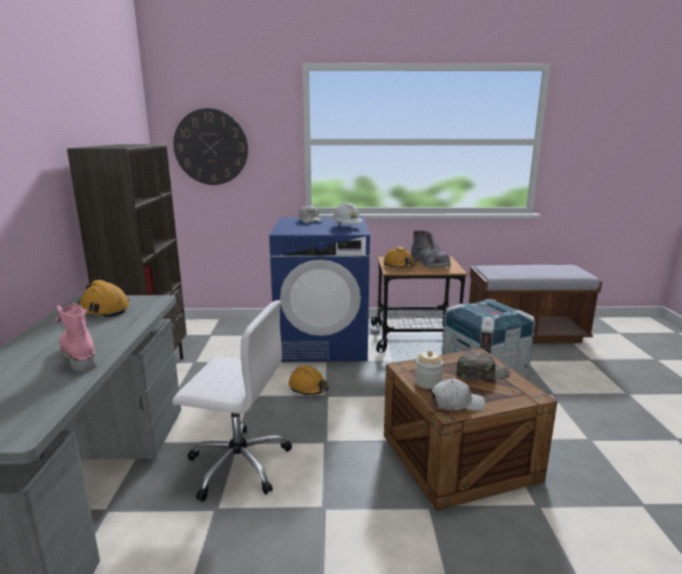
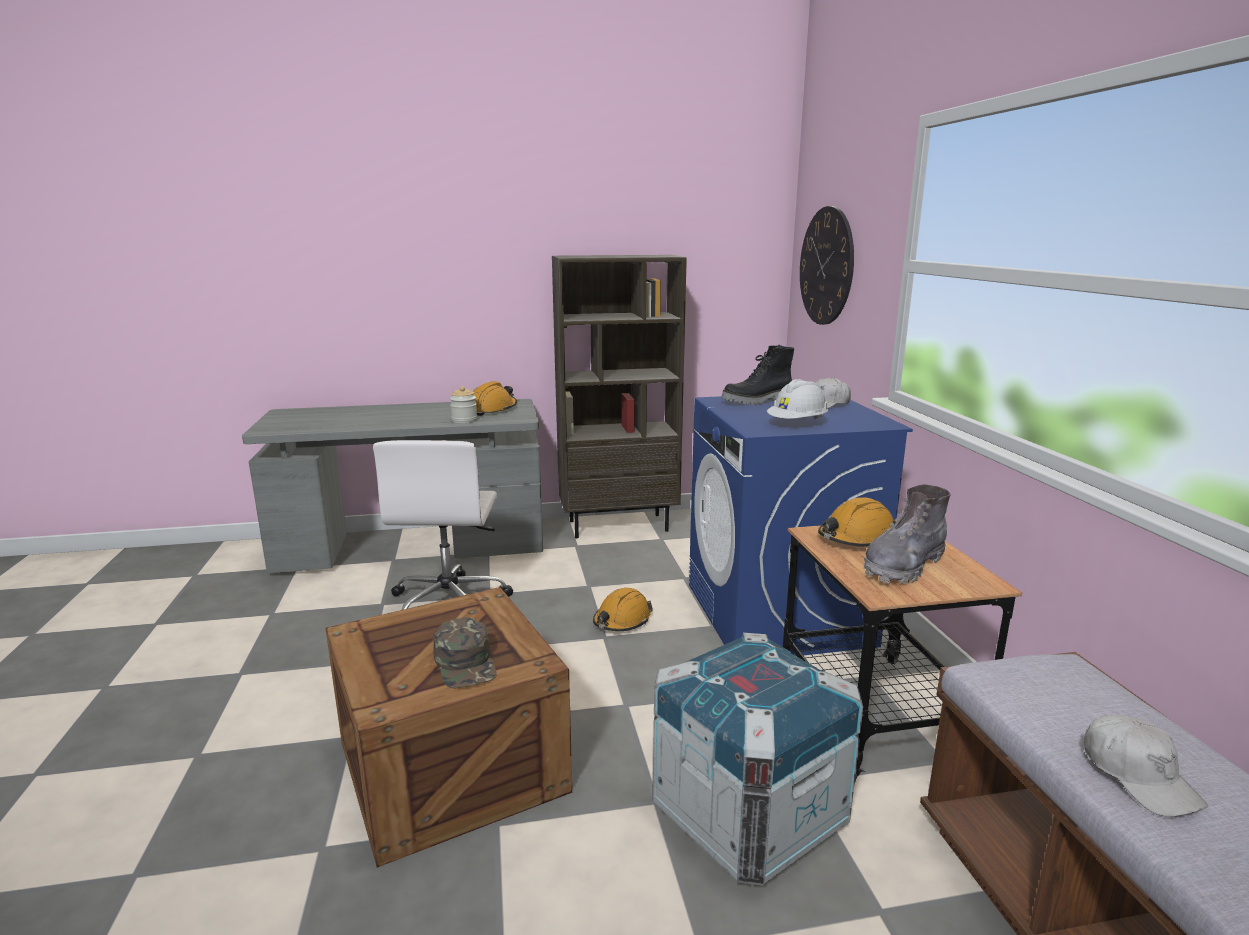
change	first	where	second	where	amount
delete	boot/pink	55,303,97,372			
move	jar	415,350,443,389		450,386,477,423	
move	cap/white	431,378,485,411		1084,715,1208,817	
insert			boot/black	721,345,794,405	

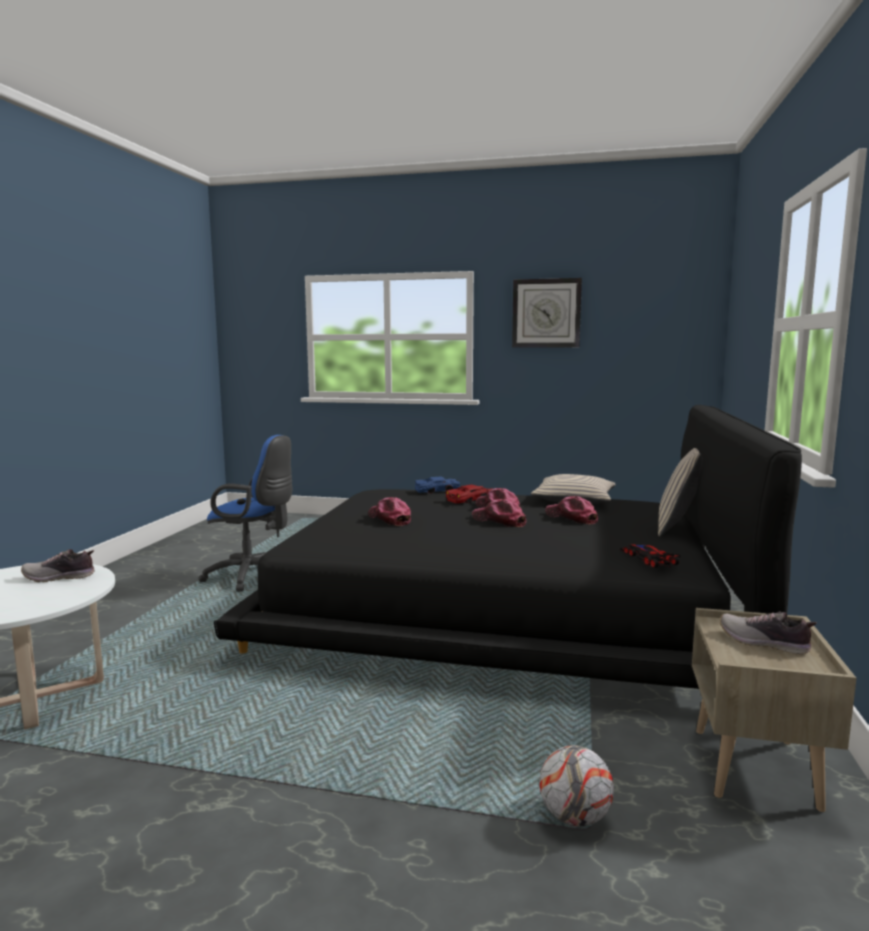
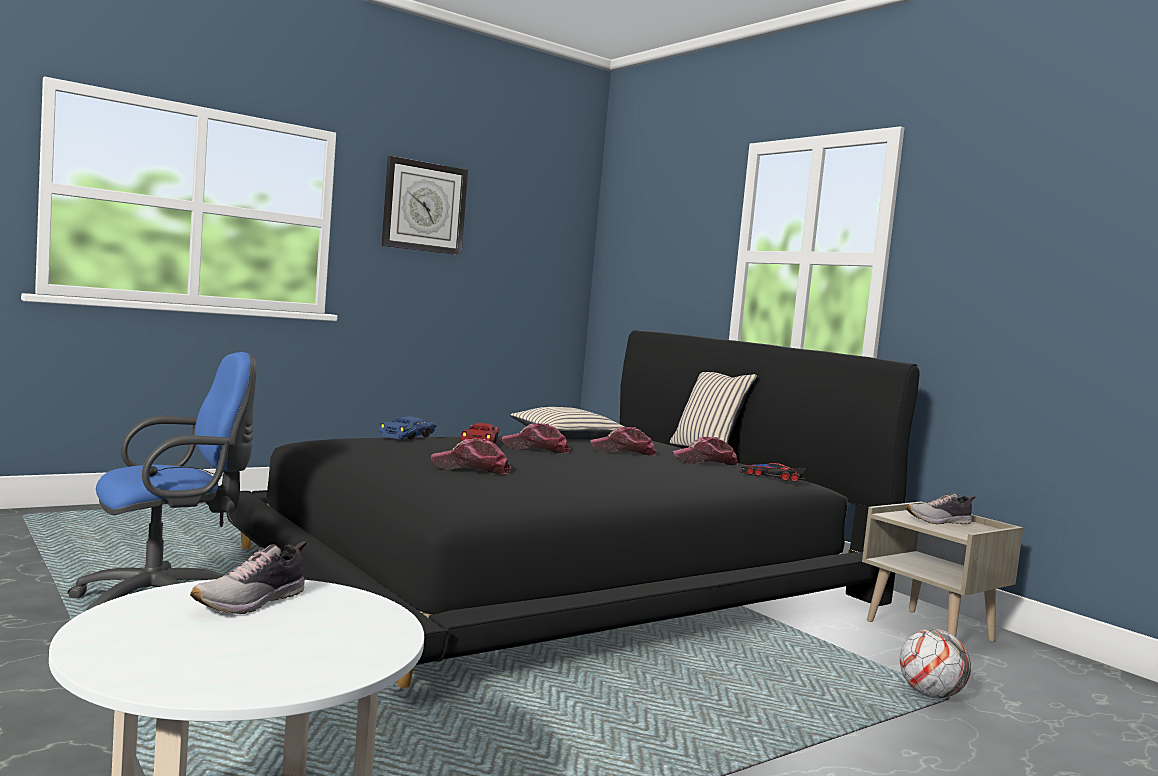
change	first	where	second	where	amount
move	cap	472,499,526,527		672,437,738,466	

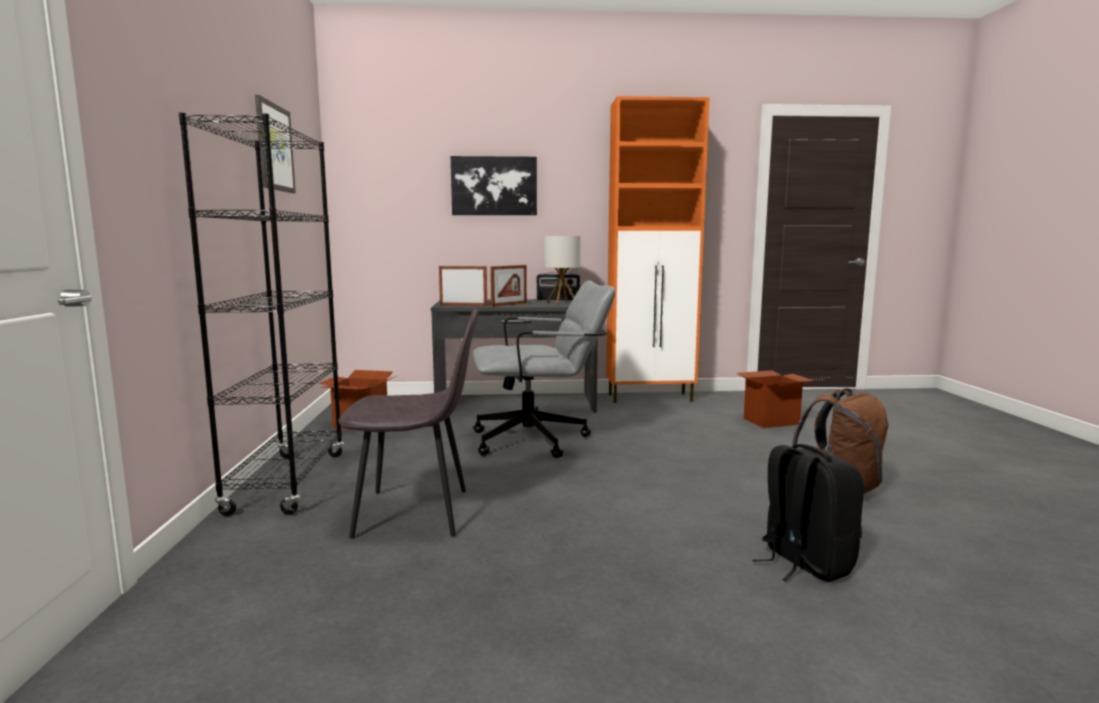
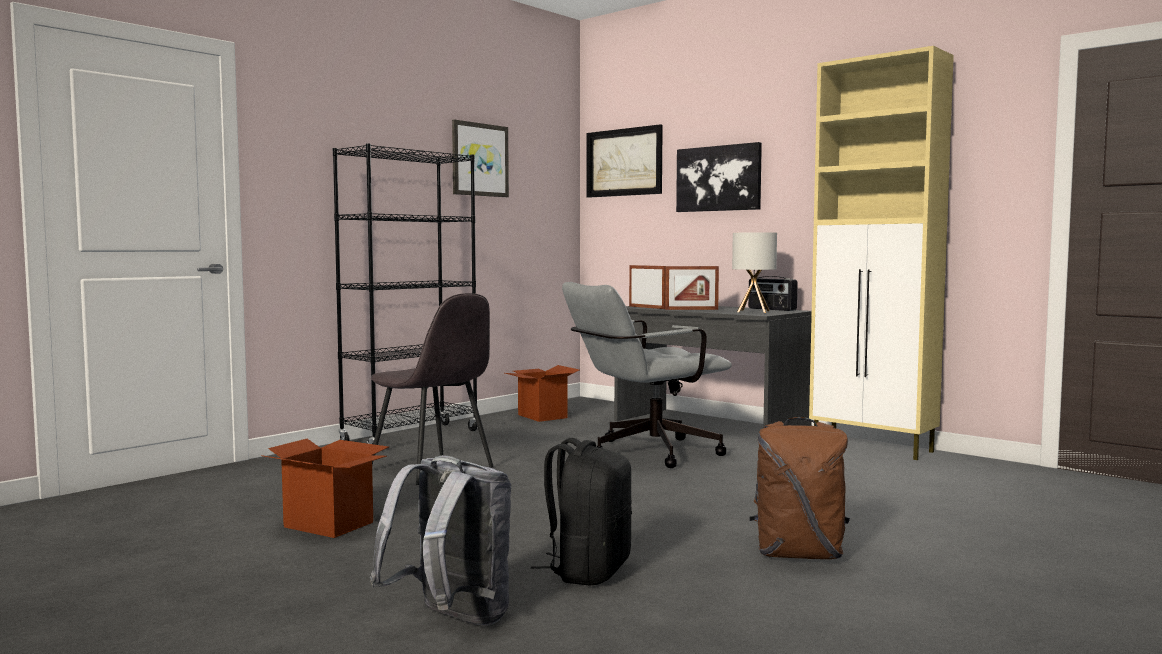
change	first	where	second	where	amount
recolor	cabinet/orange	606,96,710,403	cabinet/beige	809,46,954,460	
rotate	office chair/grey	473,280,615,458		562,282,732,468	120 degrees clockwise
move	cardboard box	736,370,814,428		261,439,389,538	
insert			picture	586,124,663,198	
insert			backpack/grey	370,455,511,625	

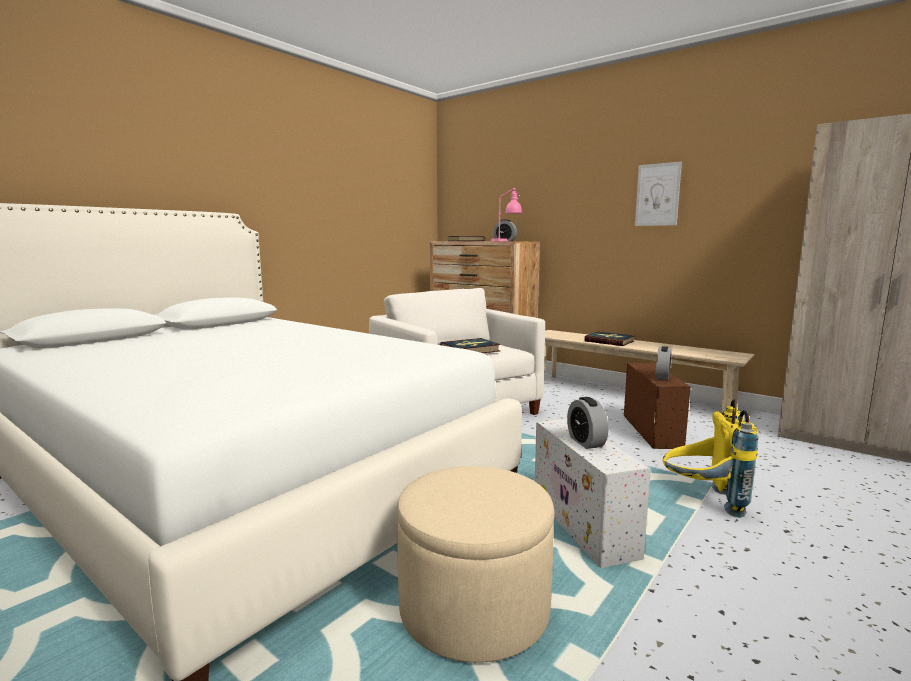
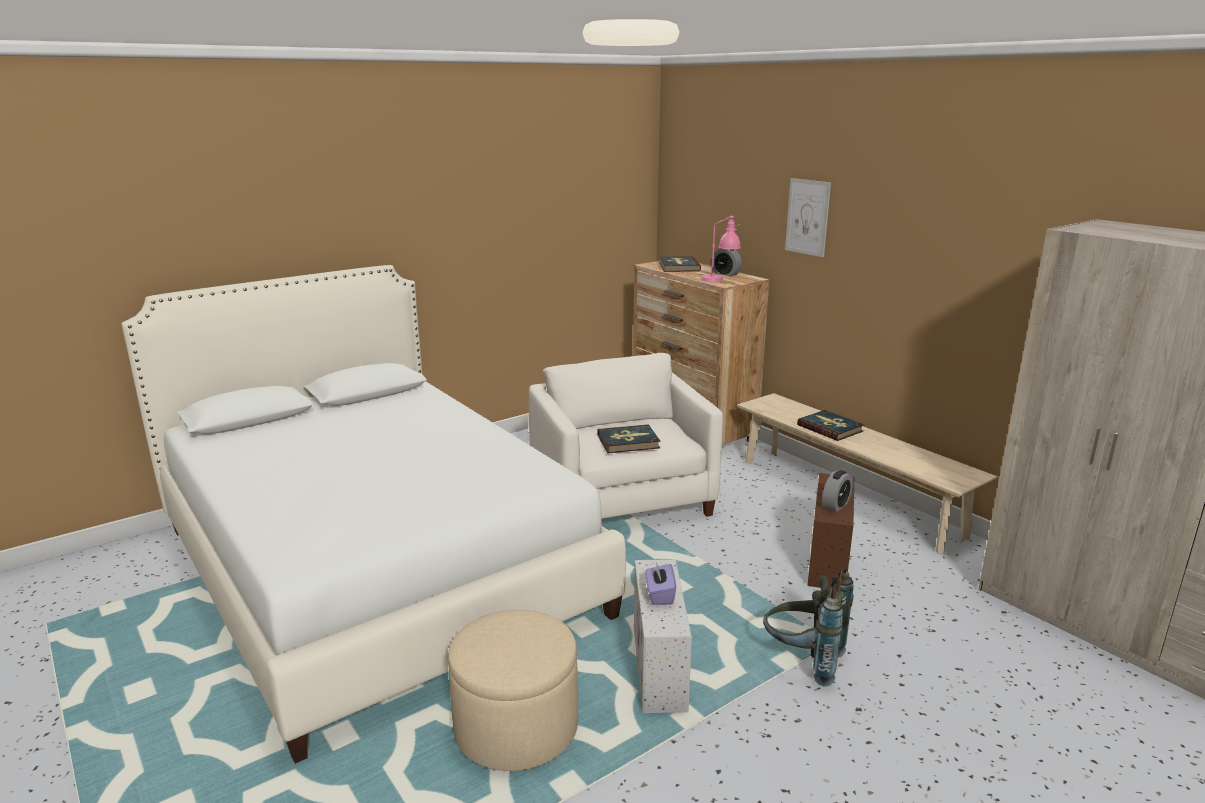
change	first	where	second	where	amount
move	picture	635,162,682,226		785,178,831,257	
replace	alarm clock	567,397,608,449	tissue box/purple	646,562,676,605	
recolor	backpack/yellow	663,400,758,518	backpack/grey	763,566,854,687	

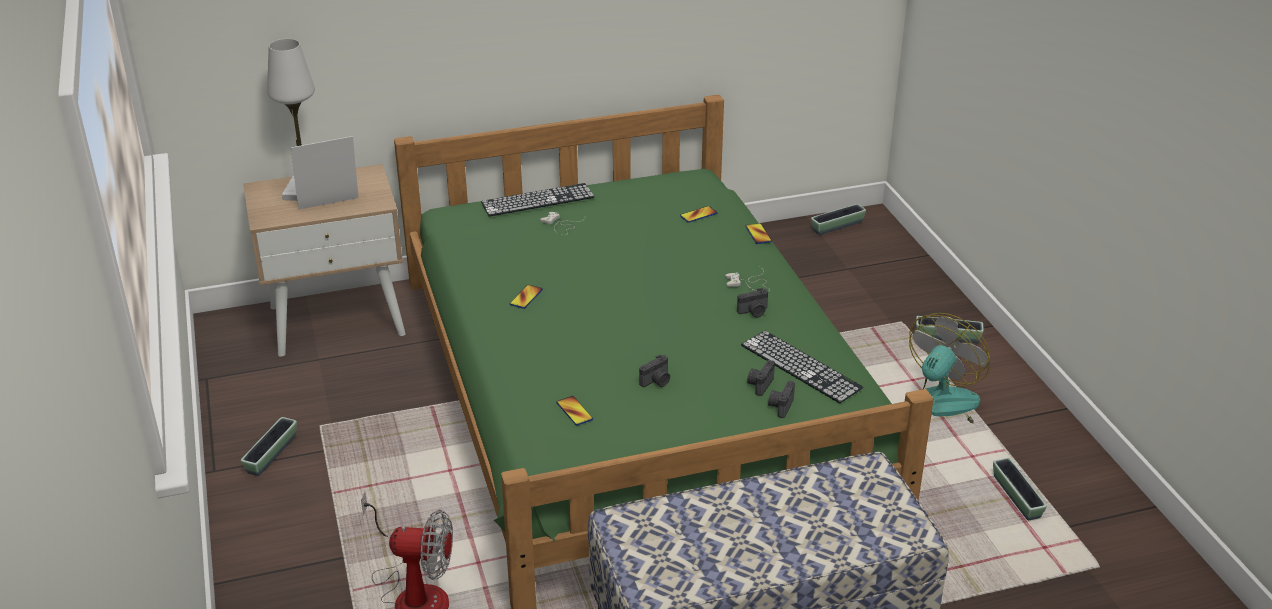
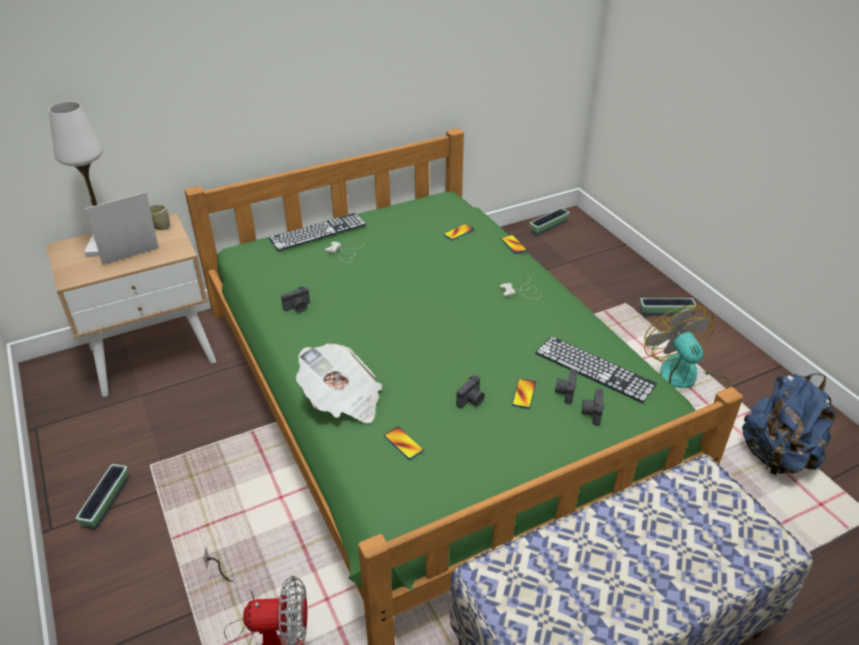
change	first	where	second	where	amount
move	phone	510,285,543,309		512,379,536,409	
move	photo camera	737,288,768,317		281,286,310,313	
rotate	fan	909,313,990,424		644,305,730,406	45 degrees counterclockwise
replace	planter	993,458,1047,520	backpack/blue	742,373,835,476	
insert			cup	150,205,170,230	
insert			newspaper	296,344,382,423	

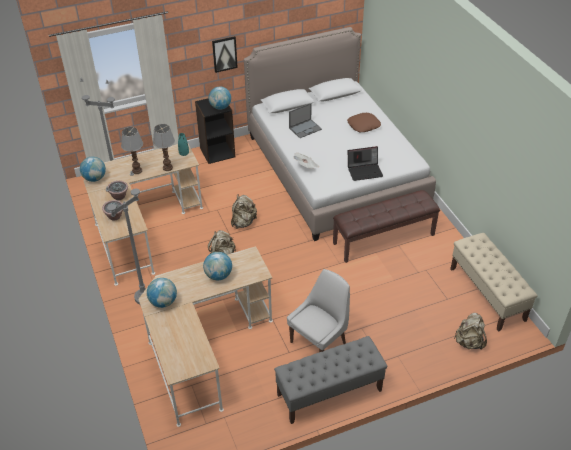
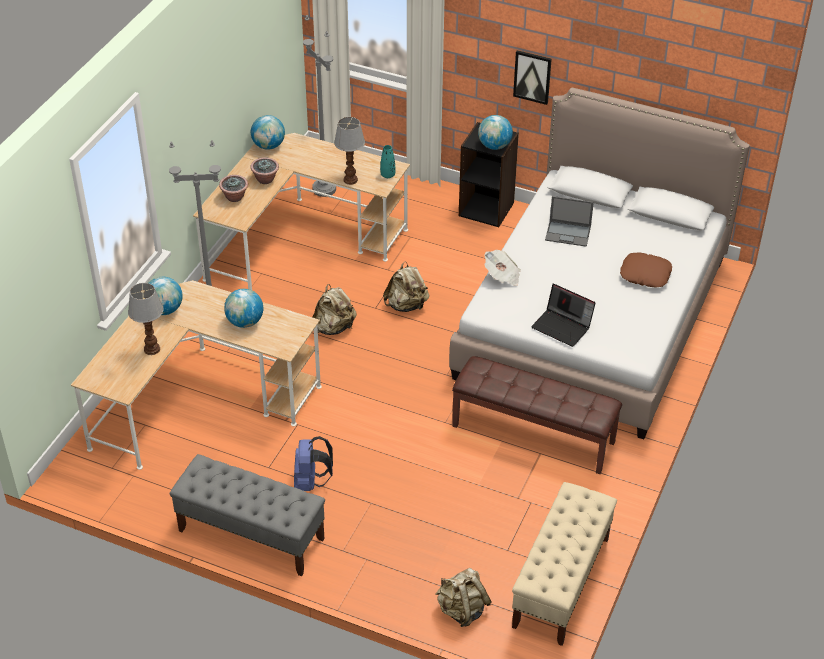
change	first	where	second	where	amount
move	table lamp	121,127,143,174		128,283,163,355	
replace	chair/white	287,269,350,352	backpack/blue	294,436,333,491	

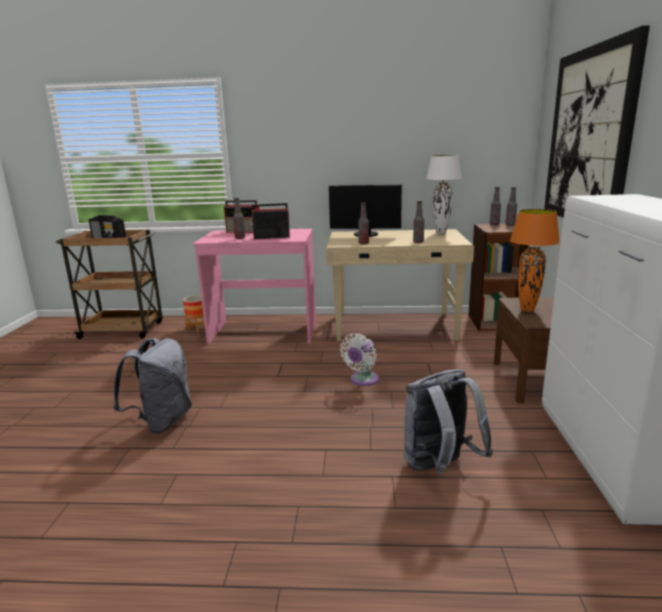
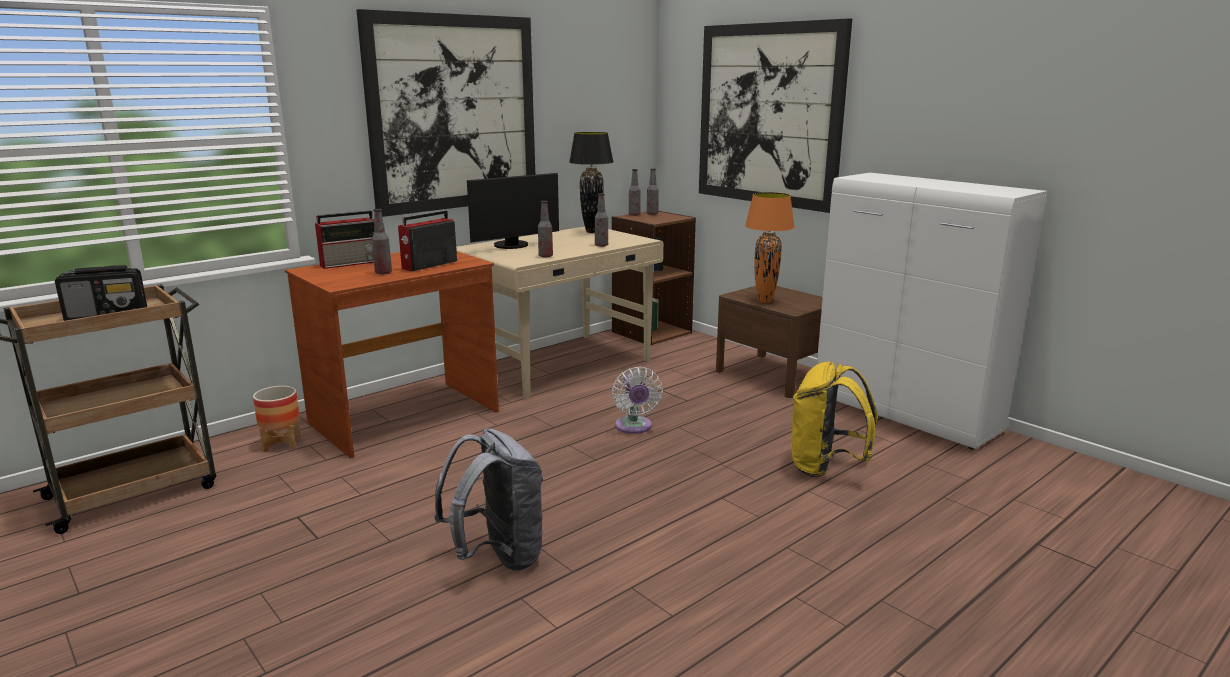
change	first	where	second	where	amount
recolor	table lamp/white	426,155,461,234	table lamp/black	569,132,614,233	
recolor	desk/pink	192,229,316,344	desk/brown	285,251,499,458	
recolor	backpack/grey	404,369,493,474	backpack/yellow	792,361,877,477	
insert			picture	356,9,535,217	

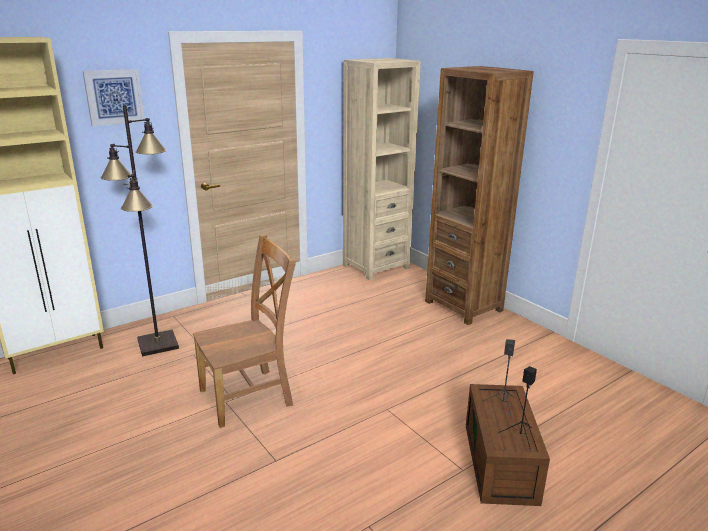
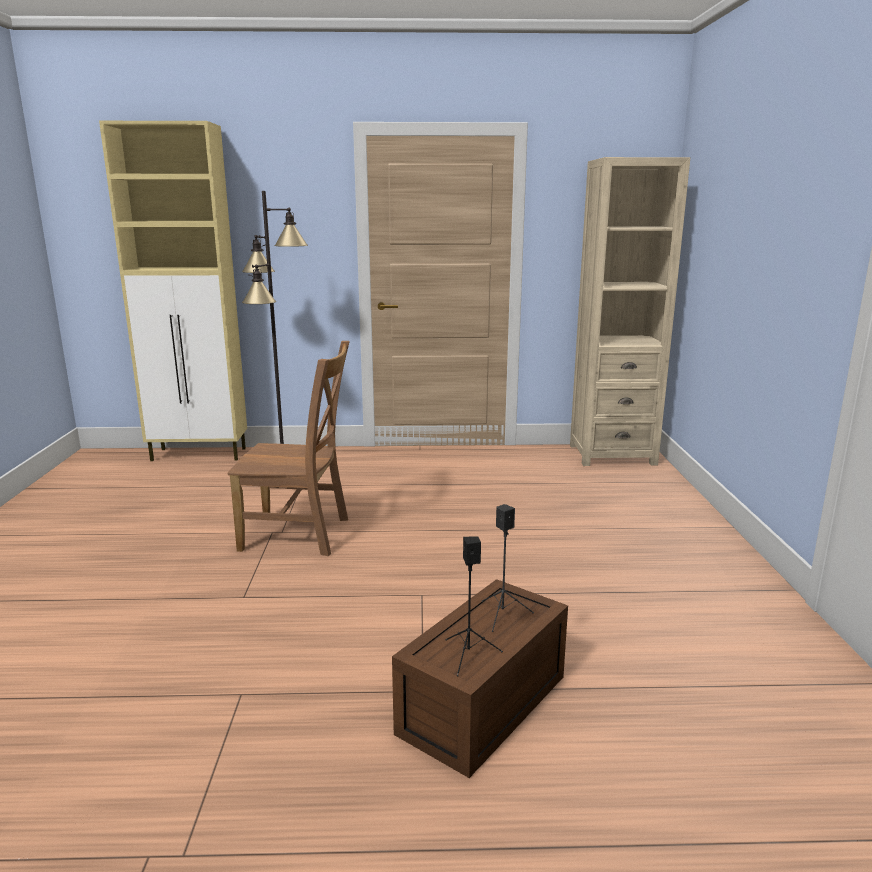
change	first	where	second	where	amount
delete	bookcase/brown	425,66,534,325			
delete	picture	83,69,145,126			

